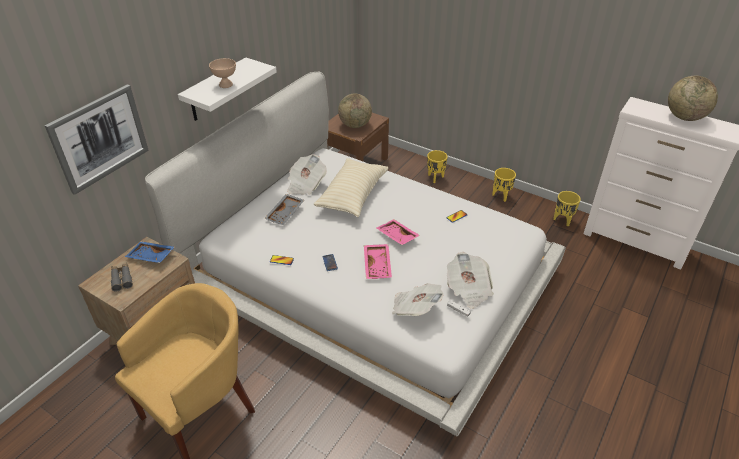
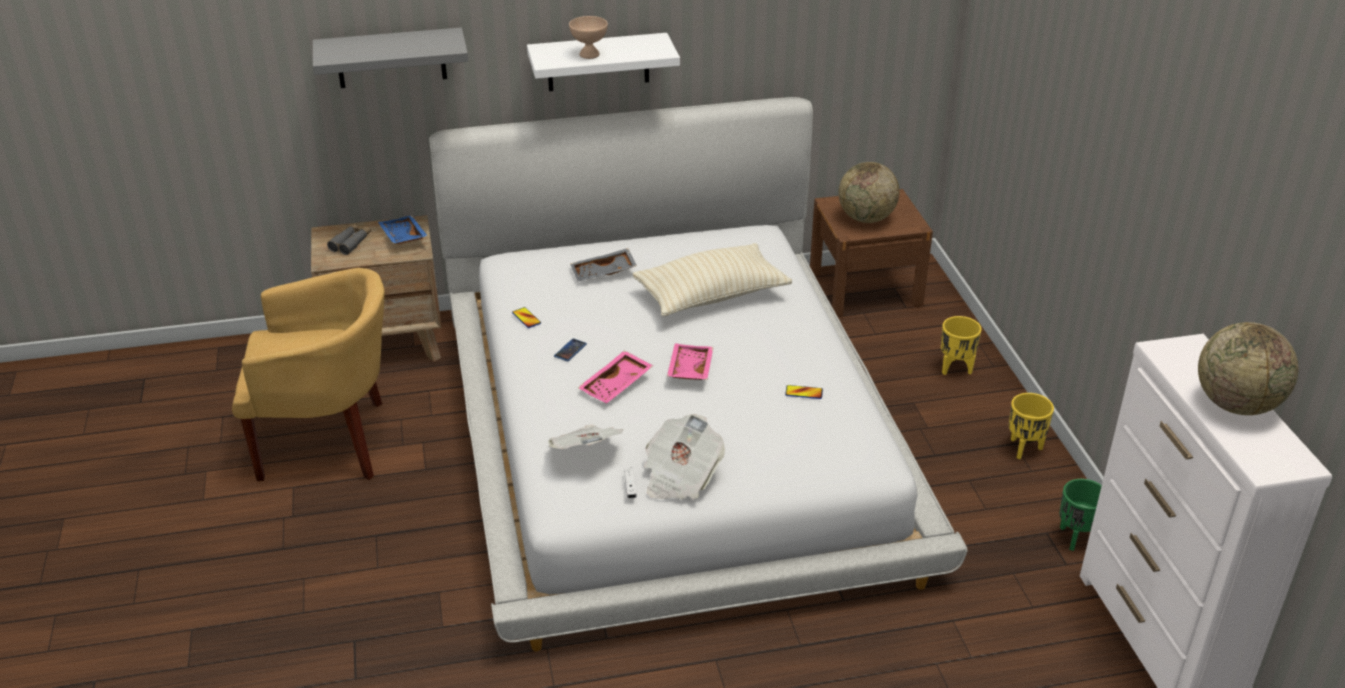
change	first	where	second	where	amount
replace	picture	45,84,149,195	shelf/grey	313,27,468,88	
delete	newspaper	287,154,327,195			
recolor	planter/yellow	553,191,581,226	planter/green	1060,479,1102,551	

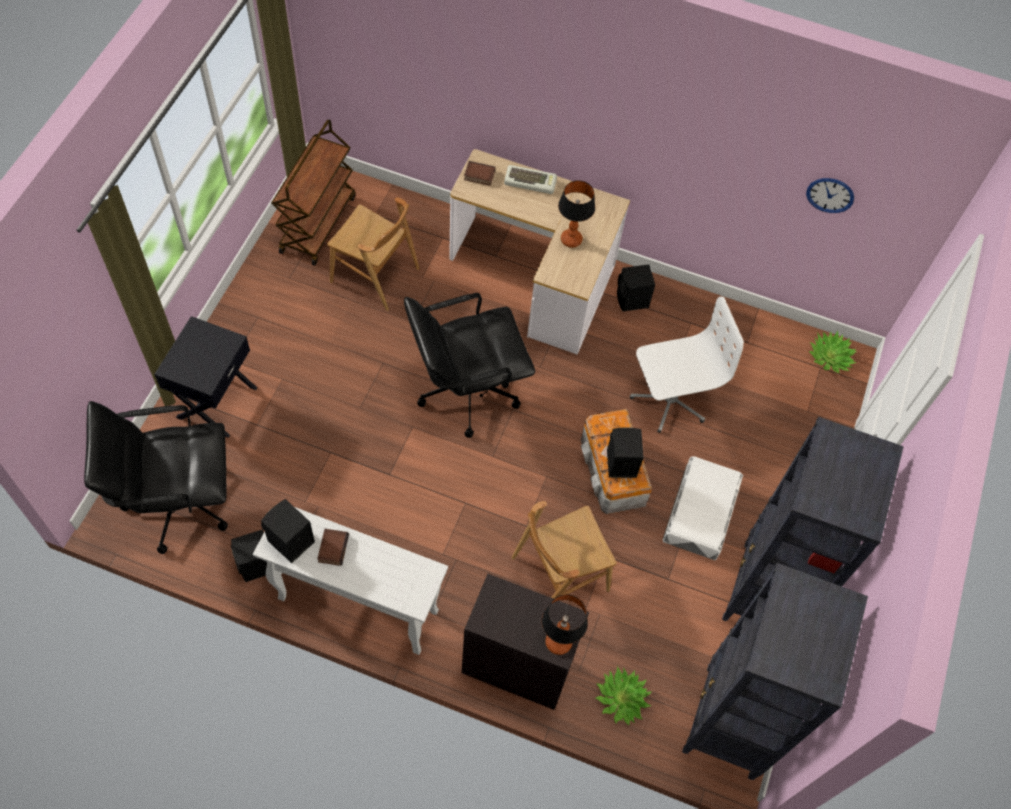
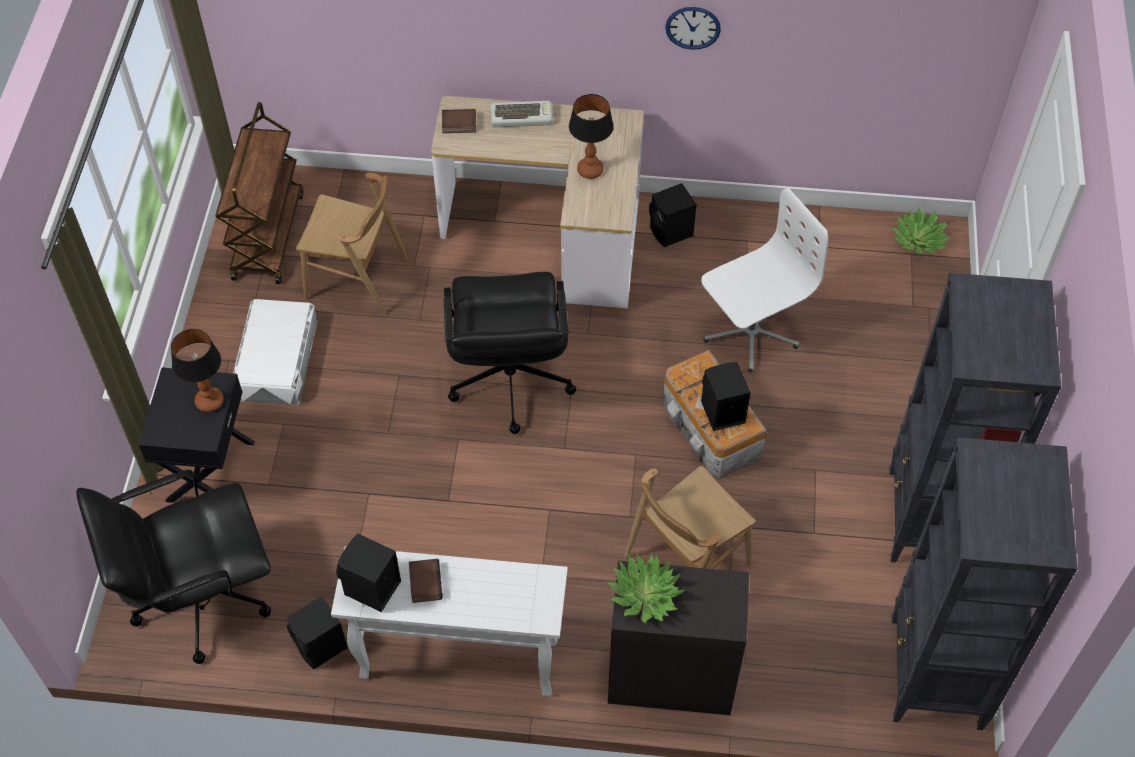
change	first	where	second	where	amount
move	wall clock	806,178,854,213		665,7,721,50	
rotate	office chair/black	404,293,535,438		444,272,576,434	60 degrees counterclockwise
move	storage box/white	663,456,743,560		233,299,318,405	
move	table lamp	542,594,588,655		171,329,224,412	
move	potted plant	595,666,652,726		607,553,684,623	

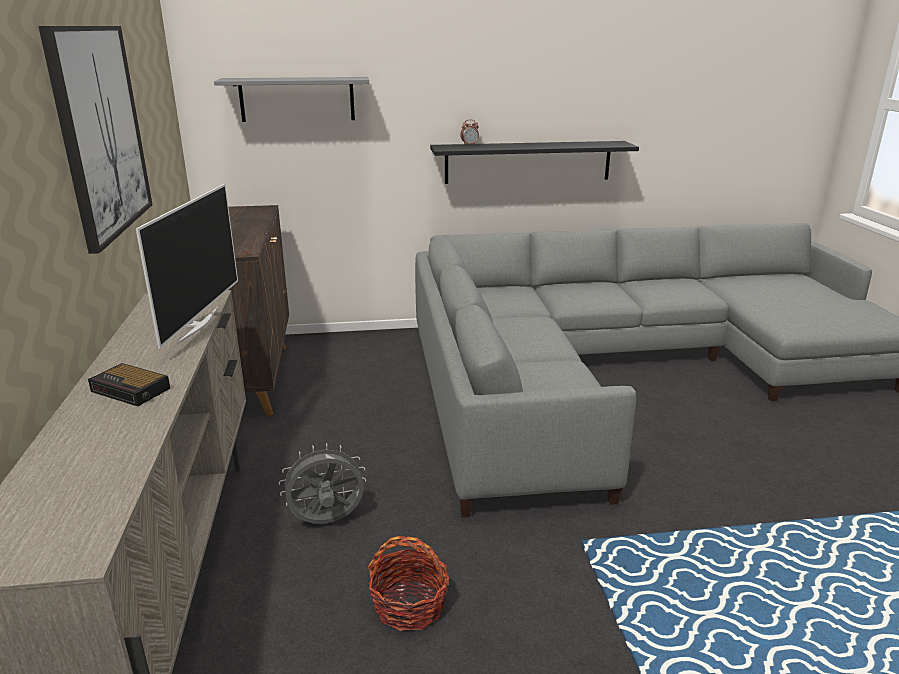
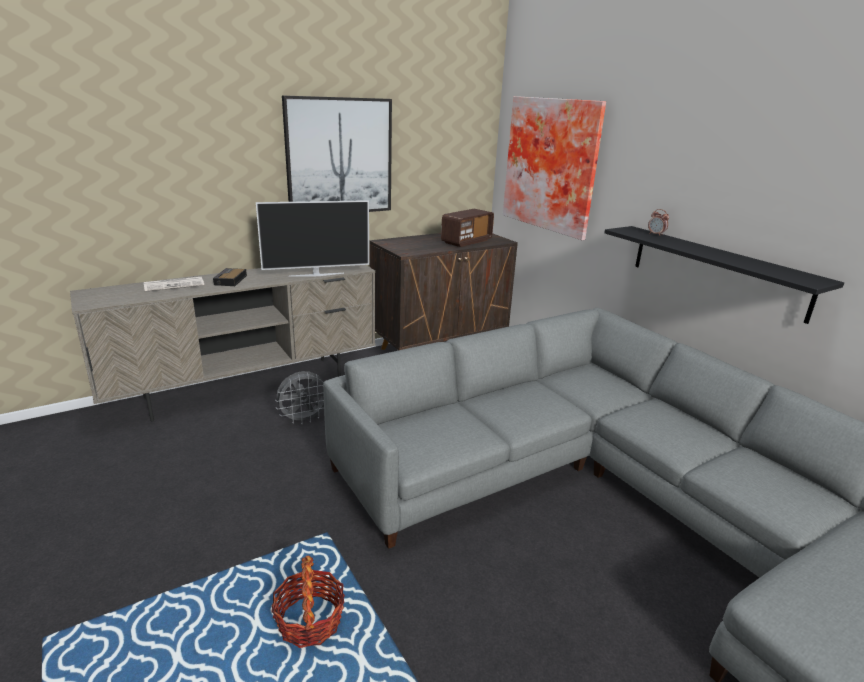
change	first	where	second	where	amount
replace	shelf/grey	214,77,369,122	picture	503,96,606,240	
rotate	fan/grey	279,443,366,524		275,371,324,424	105 degrees clockwise
move	basket	368,536,449,631		271,556,345,648	
insert			radio	441,209,494,247	
insert			newspaper	144,277,204,292	

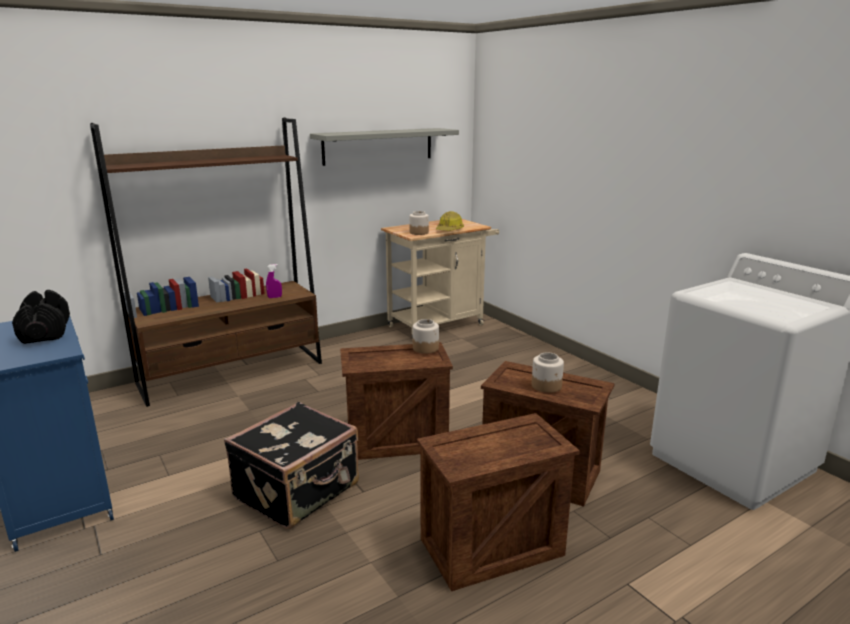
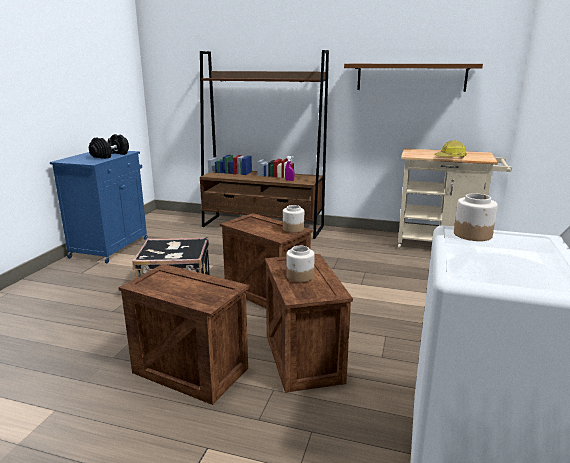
change	first	where	second	where	amount
recolor	shelf/grey	310,128,459,166	shelf/brown	344,64,483,92	
move	jar	409,211,429,235		454,193,498,241	

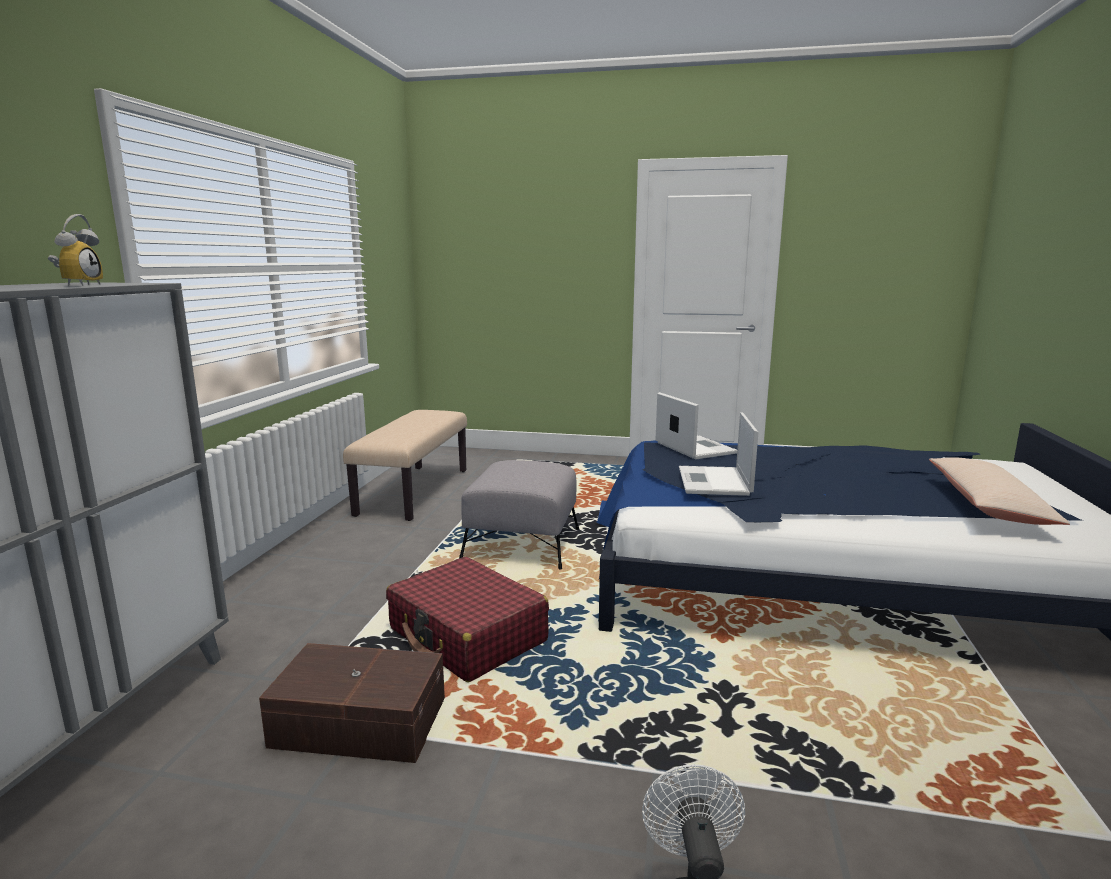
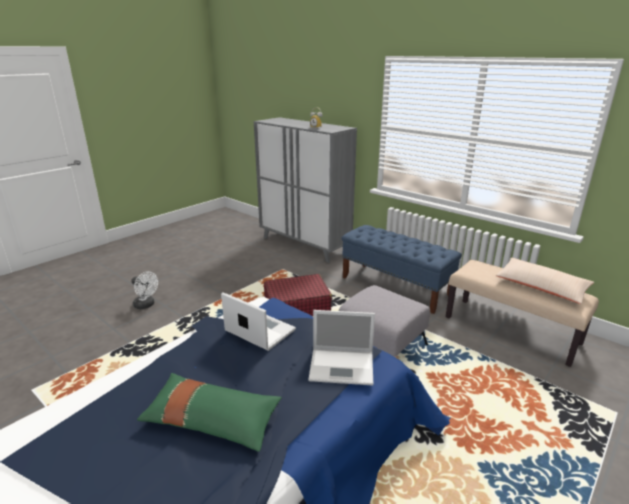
change	first	where	second	where	amount
move	pillow/beige	929,457,1070,525		496,258,594,304	
delete	storage box/brown	259,643,445,763			
insert			bench/blue	342,225,462,314	
insert			pillow/green	137,373,282,452	

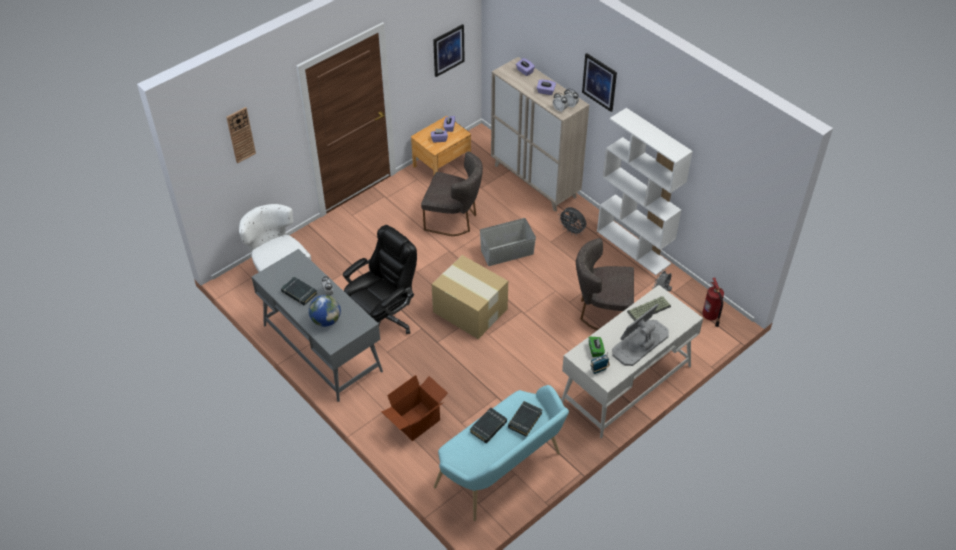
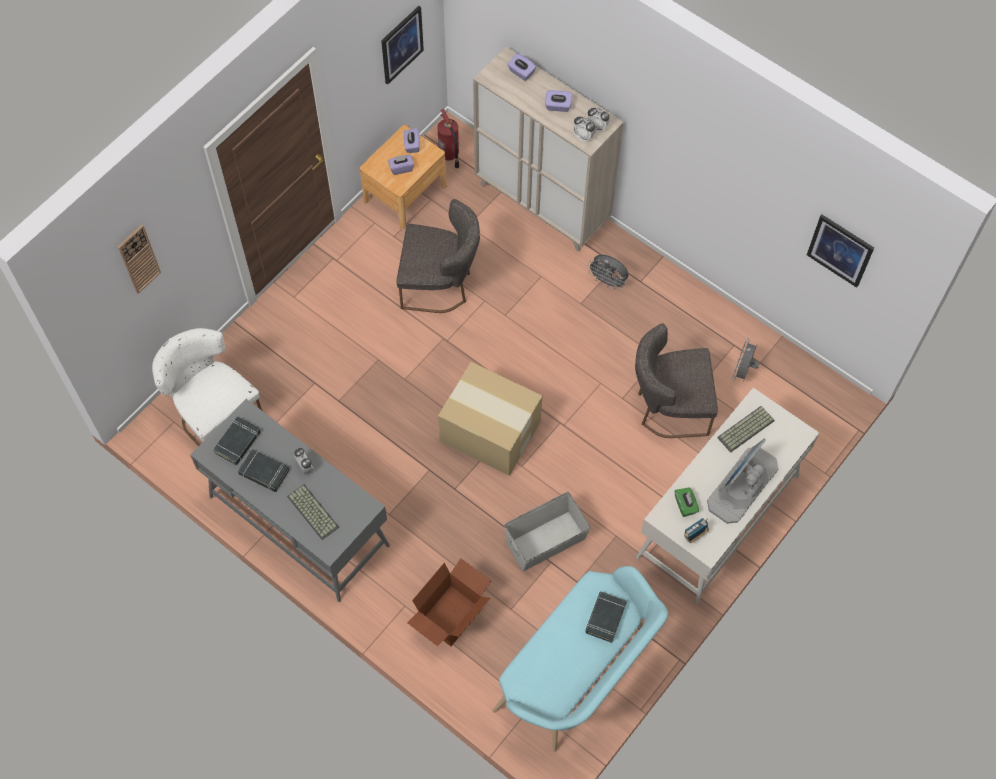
change	first	where	second	where	amount
move	picture	582,53,617,112		807,215,874,288	
delete	bookcase/white	597,108,693,275			
move	storage box/grey	480,218,536,266		504,492,591,571	
delete	office chair/black	343,225,417,334			
move	fire extinguisher	703,277,724,327		437,109,460,168	
replace	globe	309,295,341,327	keyboard	287,484,339,540	
move	book/black	470,408,507,443		213,416,261,465	

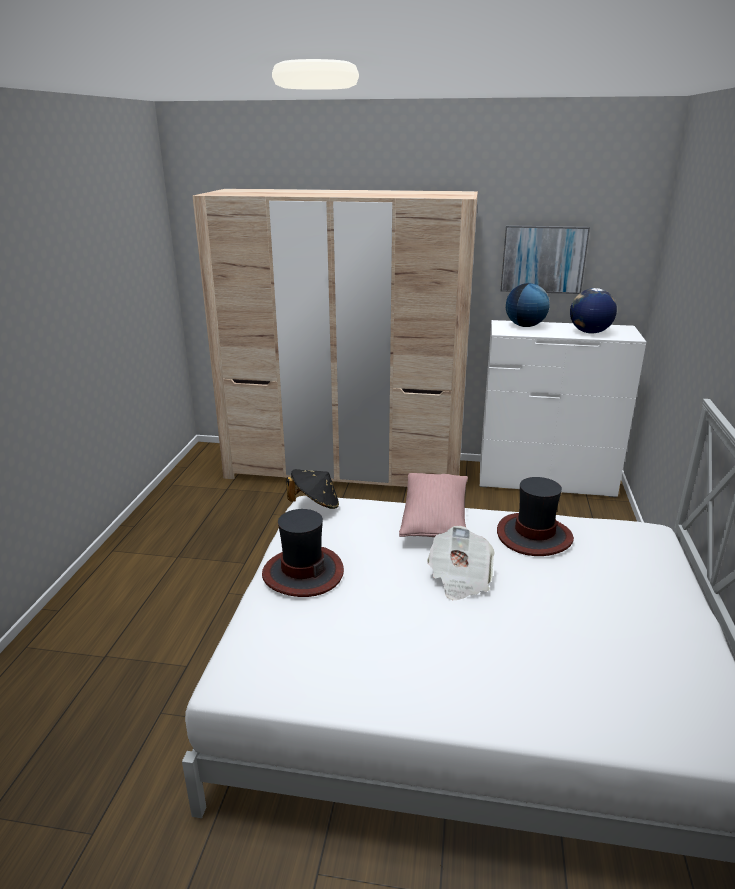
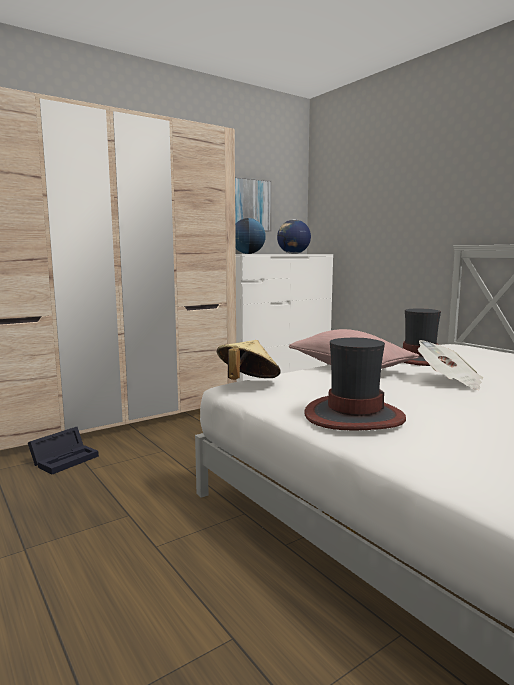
change	first	where	second	where	amount
recolor	hat/black	286,469,339,509	hat/beige	217,340,280,380	
insert			storage box/black	28,427,99,474	

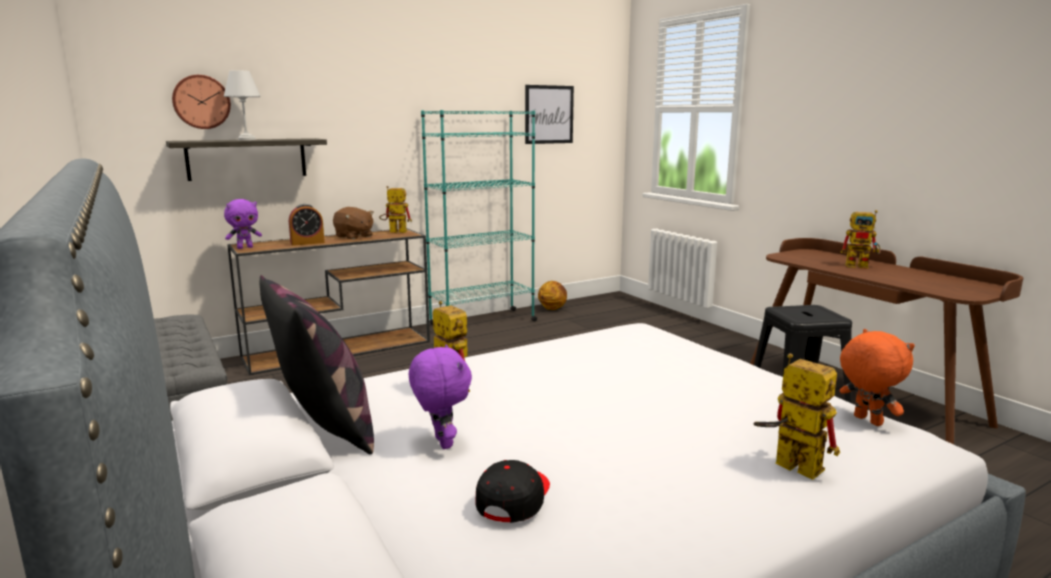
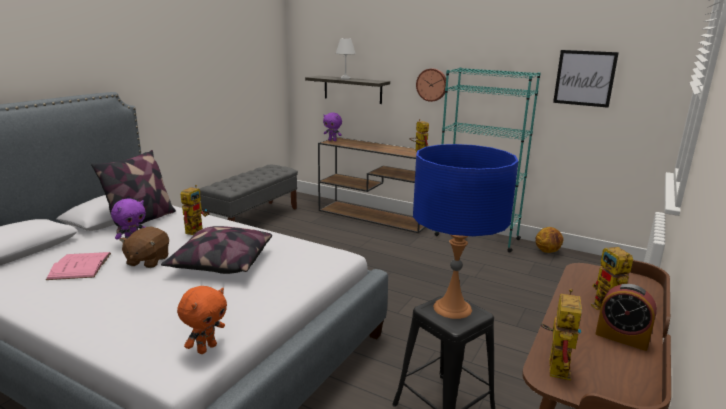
change	first	where	second	where	amount
move	wall clock	172,75,231,129		416,68,446,102	
move	alarm clock	289,204,325,246		595,284,657,351	
move	plush toy/brown	333,207,374,240		119,227,169,268	
move	toy robot	753,354,840,480		541,289,582,380	
replace	cap/black	475,460,550,523	book/pink	46,252,111,280	
insert			table lamp/blue	413,144,519,319	
insert			pillow	161,226,272,274	

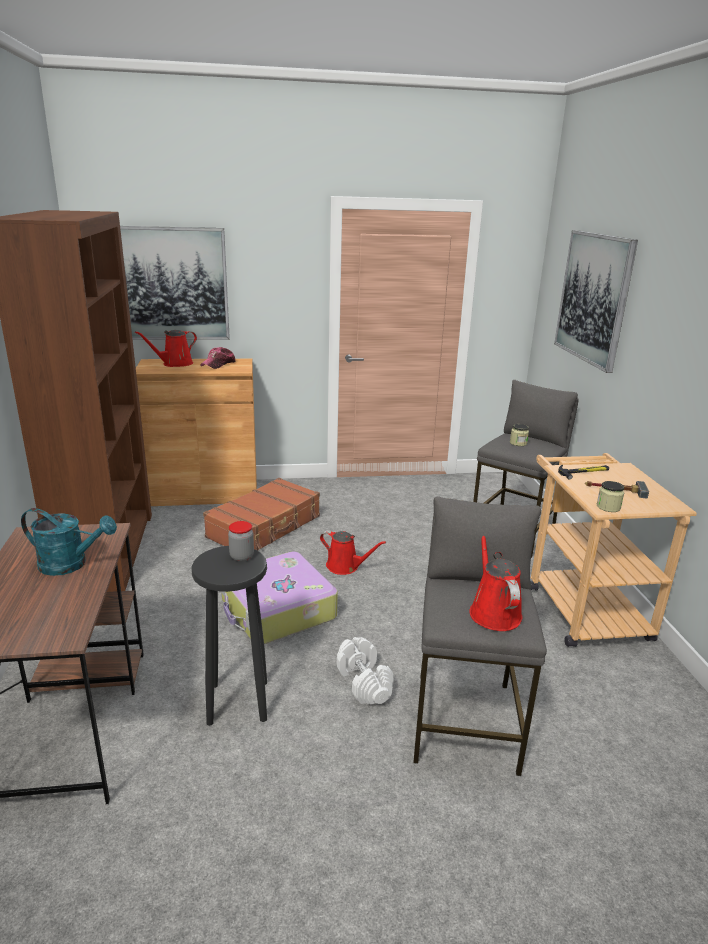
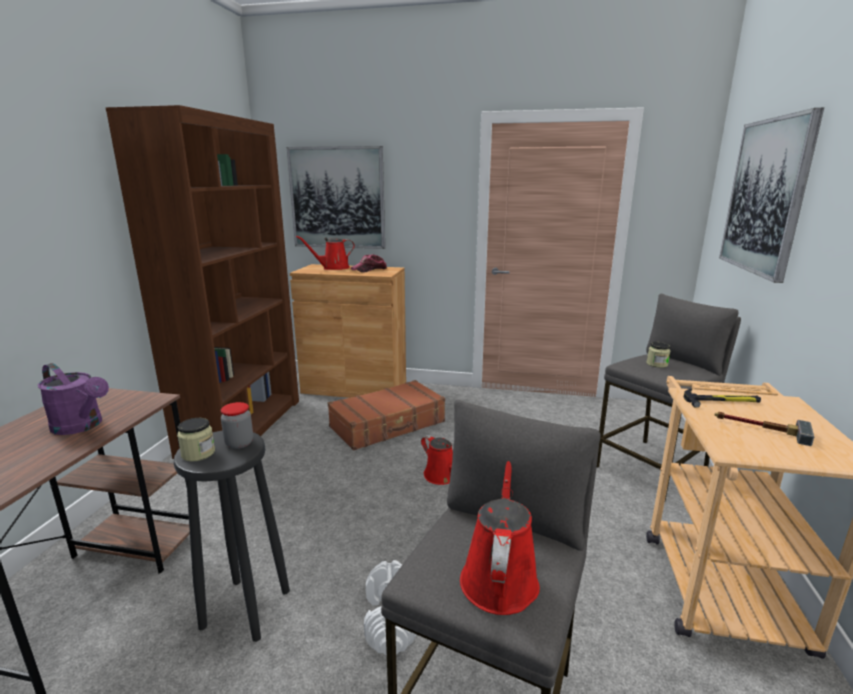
change	first	where	second	where	amount
move	jar	597,481,624,512		177,418,215,461	
recolor	watering can/turquoise	21,508,117,576	watering can/purple	38,363,109,435	
delete	suitcase	221,552,338,644			

